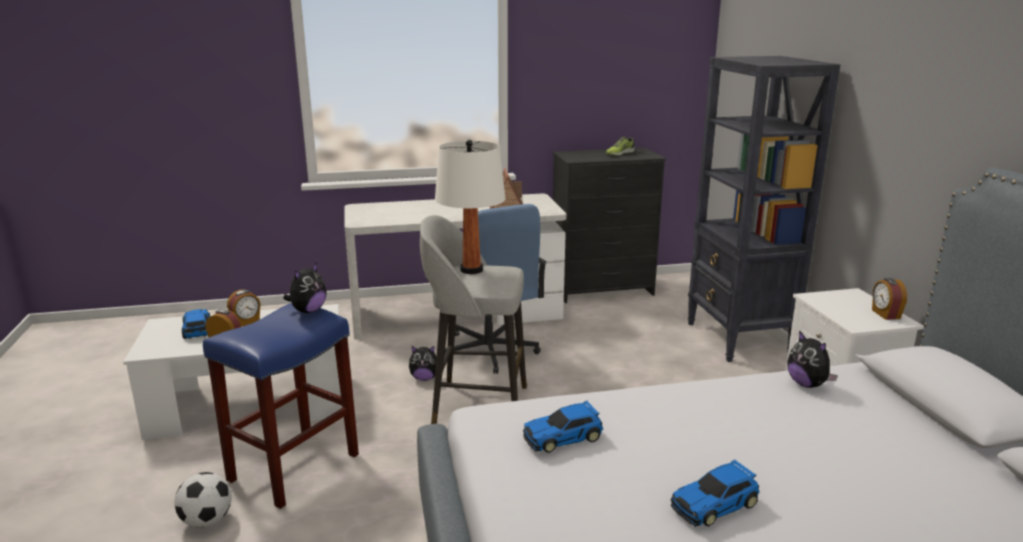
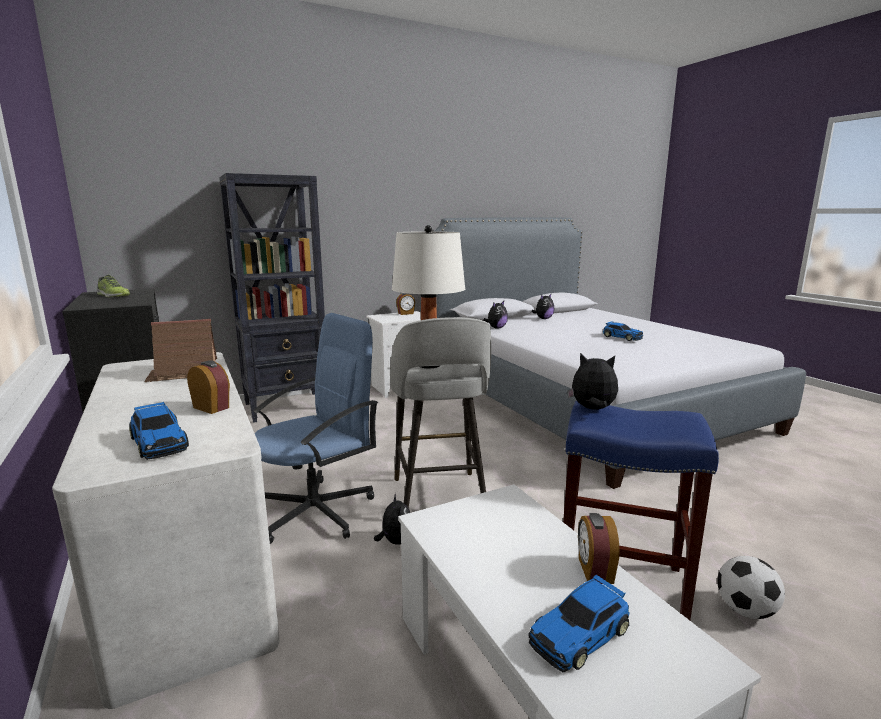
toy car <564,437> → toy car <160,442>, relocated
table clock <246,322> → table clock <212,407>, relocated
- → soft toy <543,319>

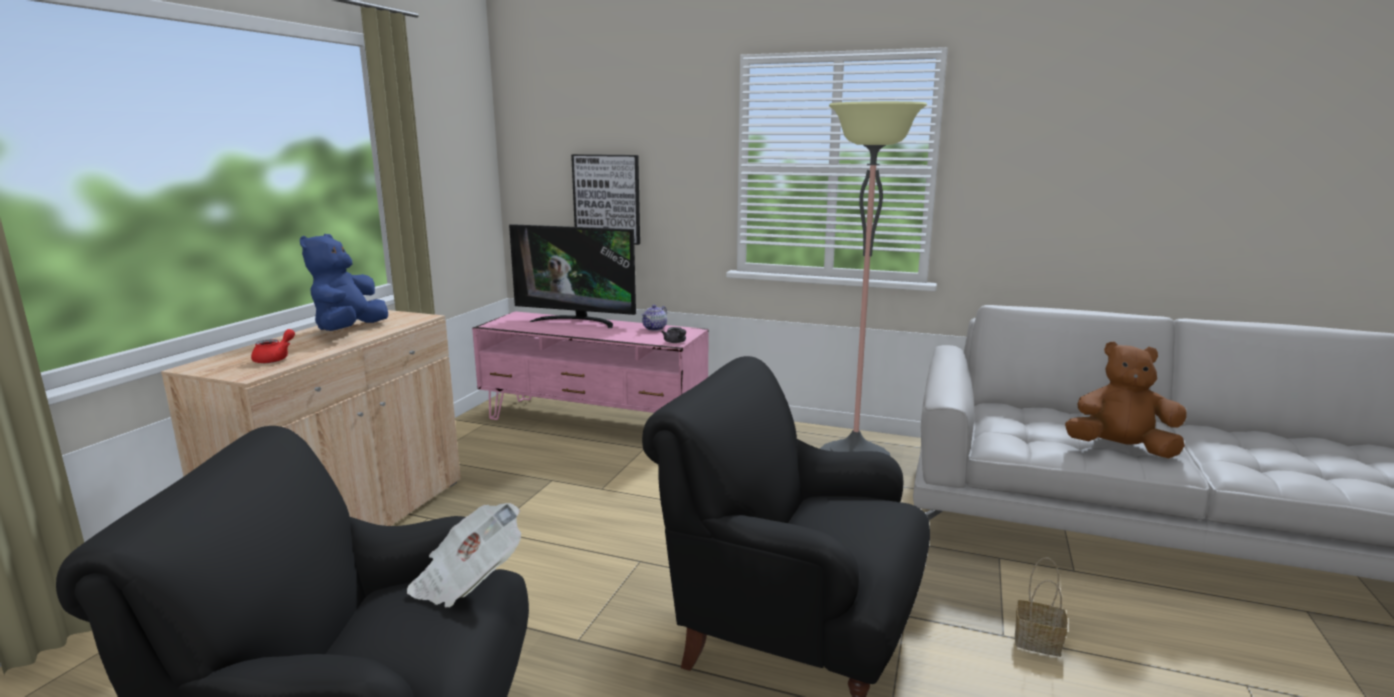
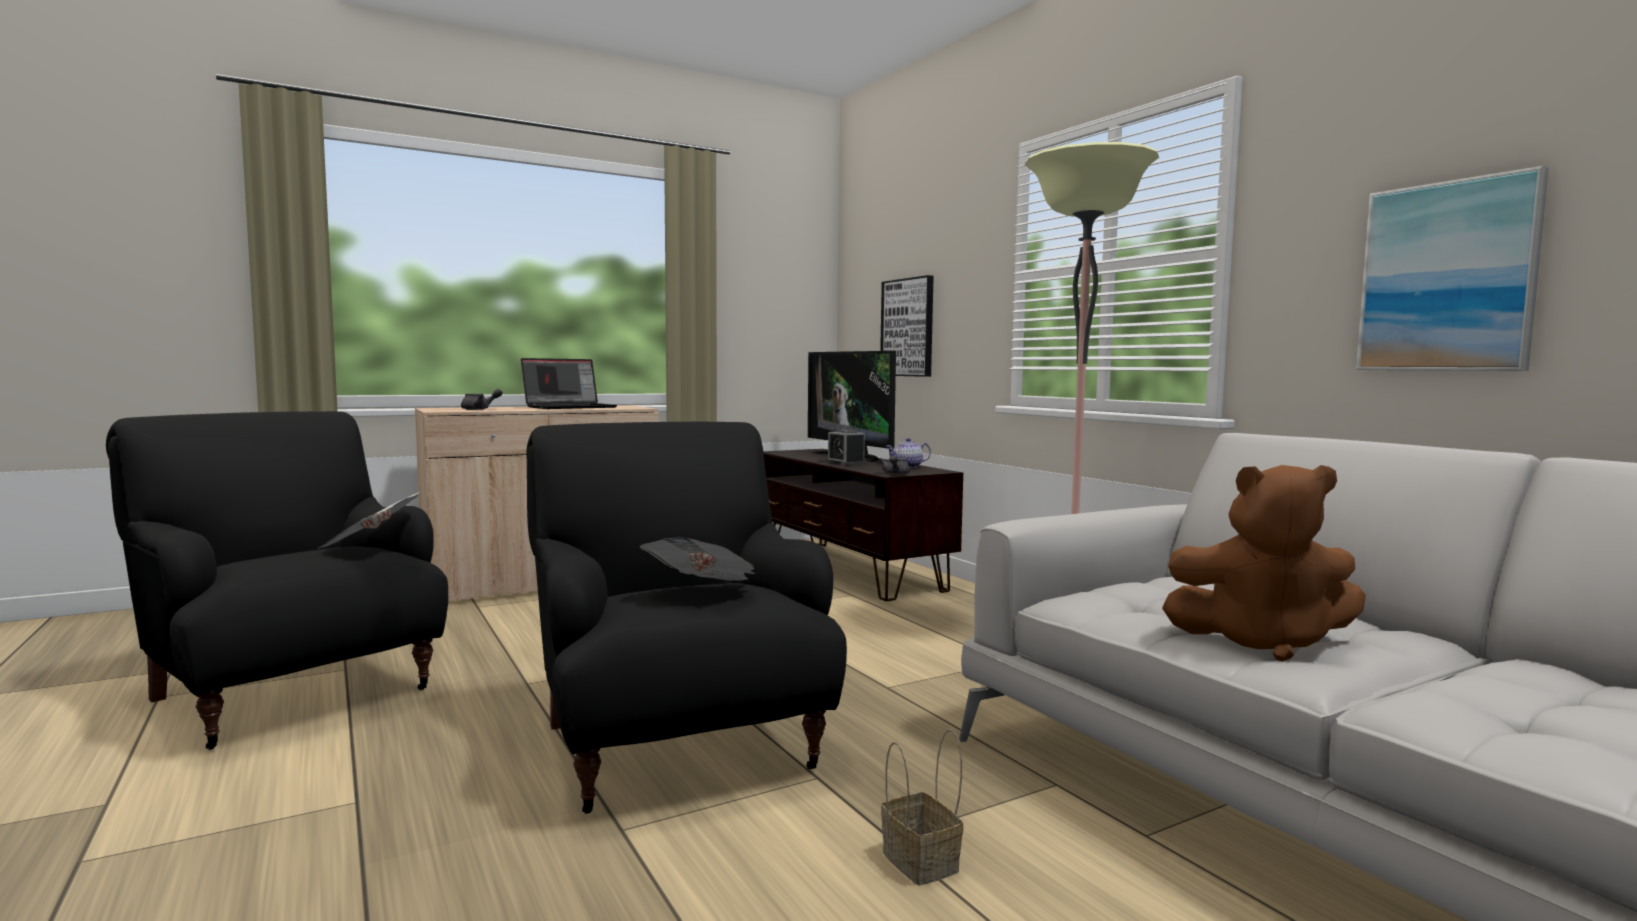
reddish teapot <275,359> → greyish teapot <480,409>
blue-coloured soft toy <349,330> → notebook computer <570,407>
- → newspaper <703,592>
pinkish tv stand <594,421> → brownish tv stand <848,569>
- → table clock <845,463>
brownish soft toy <1120,449> → brownish soft toy <1261,643>, 135 degrees clockwise
- → wall art <1447,277>

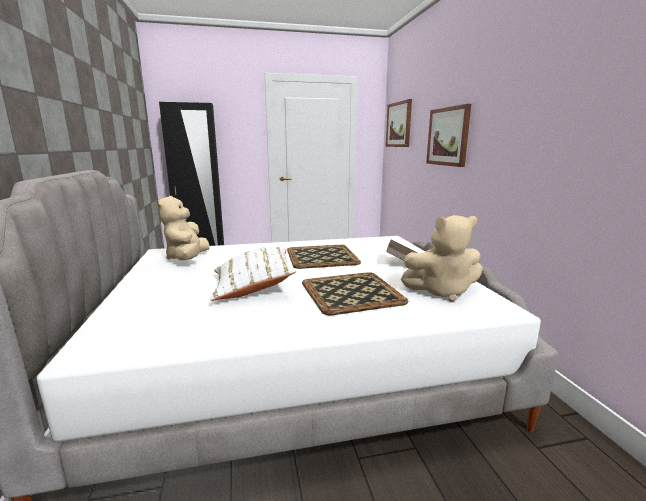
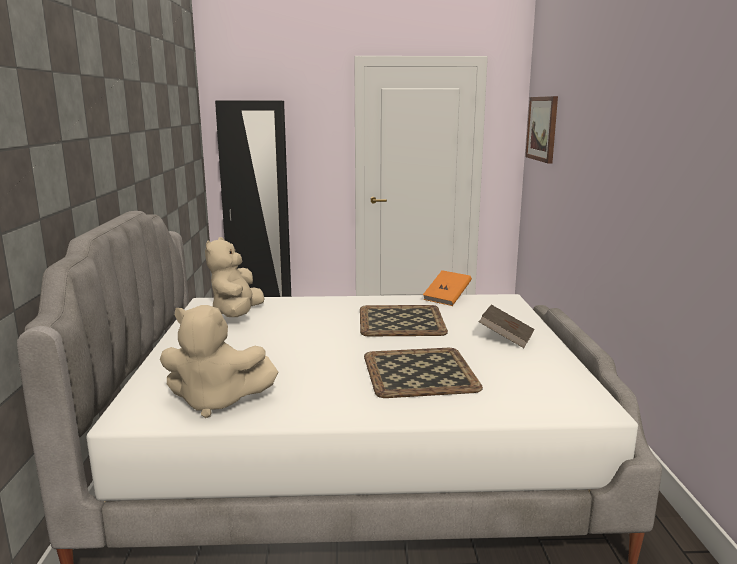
sand-coloured soft toy <441,291> → sand-coloured soft toy <216,402>, relocated
- → orange-coloured bound book <447,298>
white-coloured pillow <253,287> → -
wall art <448,136> → -

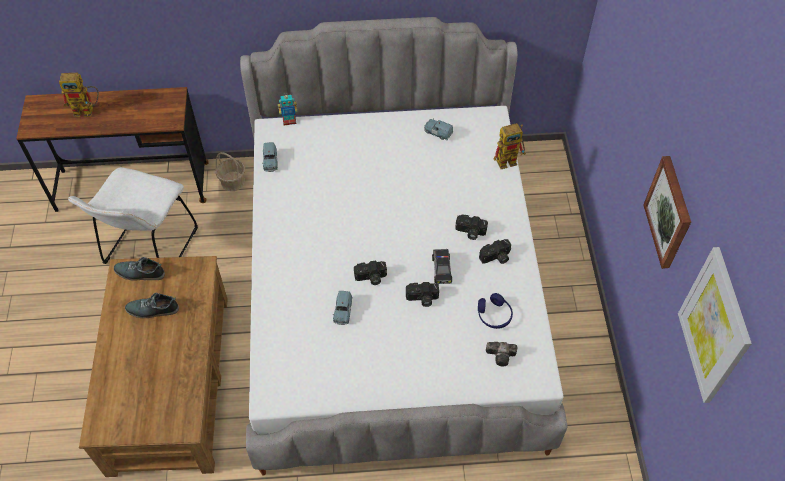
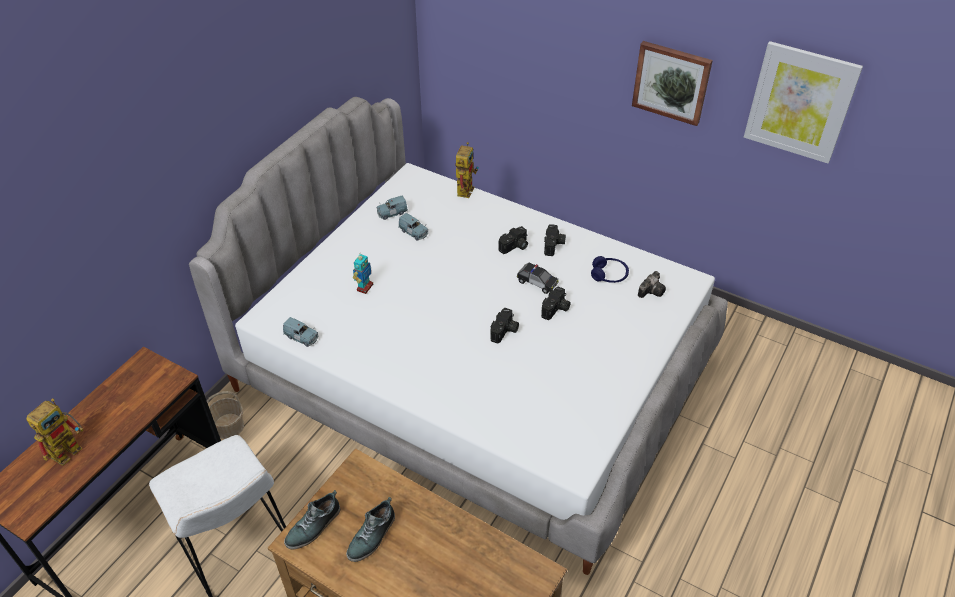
toy robot <289,121> → toy robot <364,287>, relocated
blue-coloured toy car <342,312> → blue-coloured toy car <414,232>, relocated

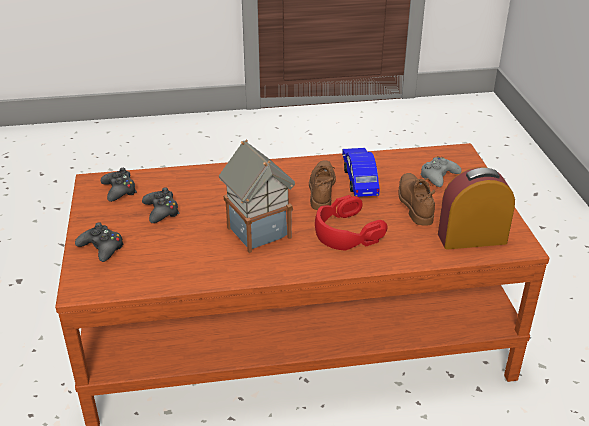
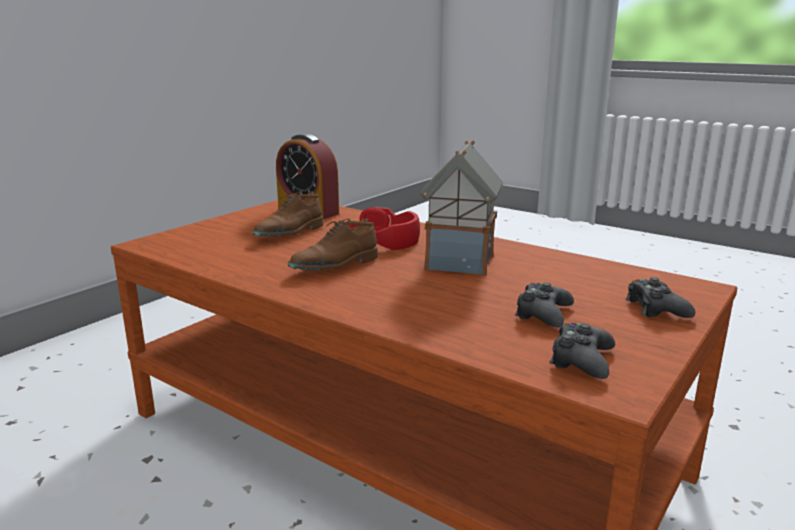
blue-coloured toy car <359,178> → -
greyish gamepad <438,176> → -

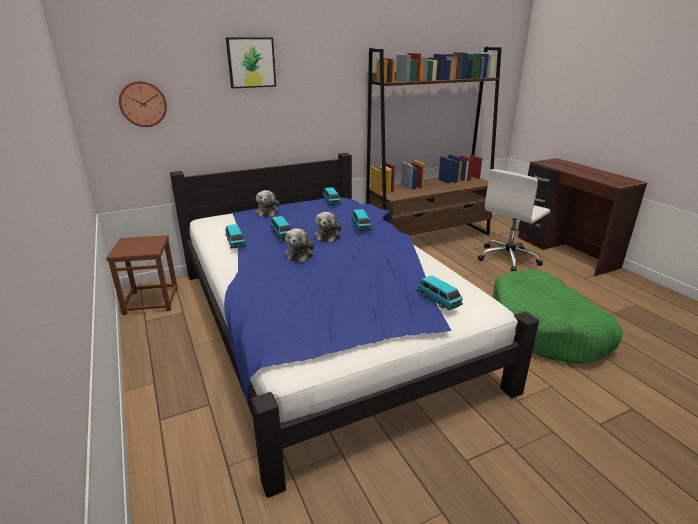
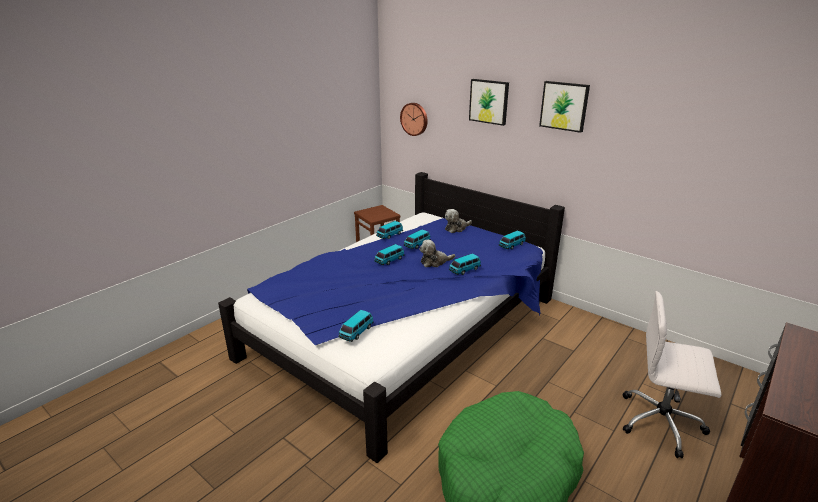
soft toy <300,254> → toy car <389,260>
- → wall art <564,106>
brownish bookshelf <428,238> → -

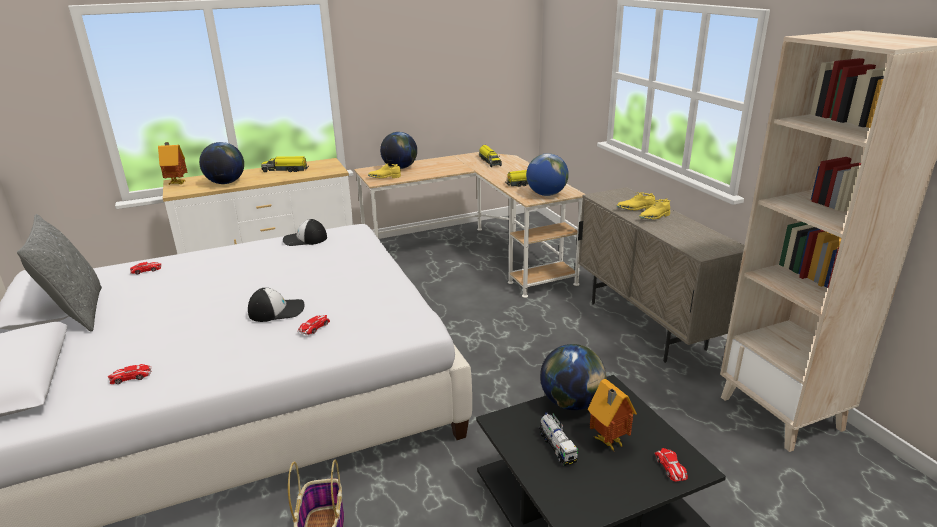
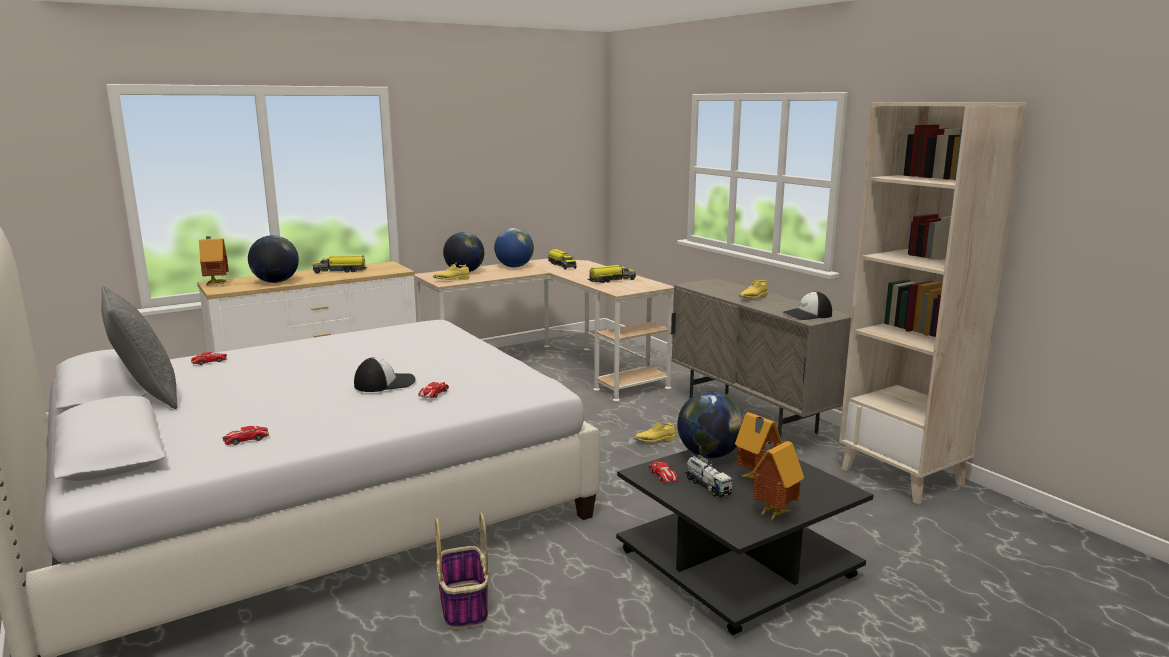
world globe <546,194> → world globe <514,267>, relocated
yellow-coloured shoe <635,209> → yellow-coloured shoe <654,440>, relocated
toy car <671,467> → toy car <663,475>, relocated
- → model house <772,513>
peaked cap <305,239> → peaked cap <807,315>, relocated

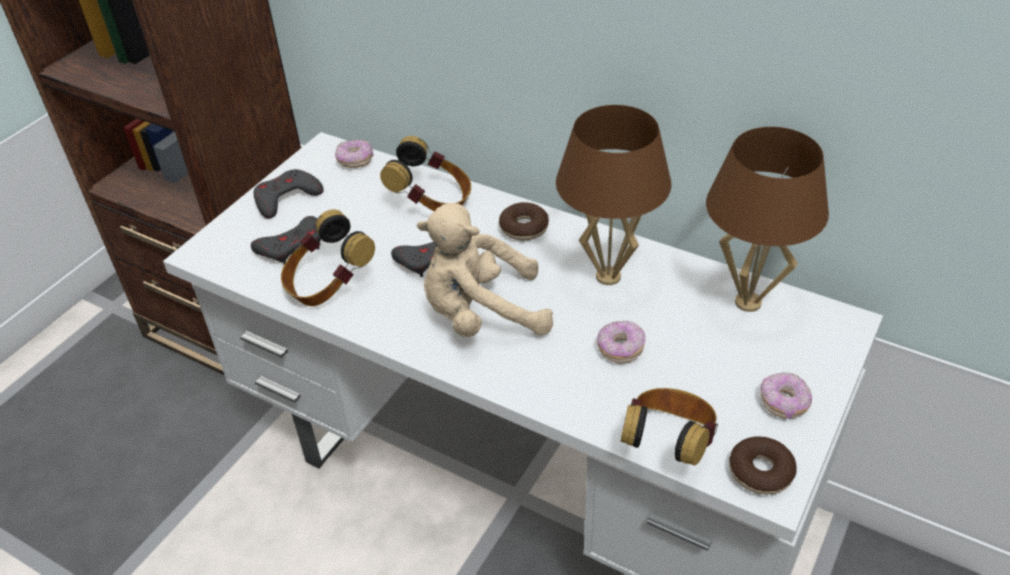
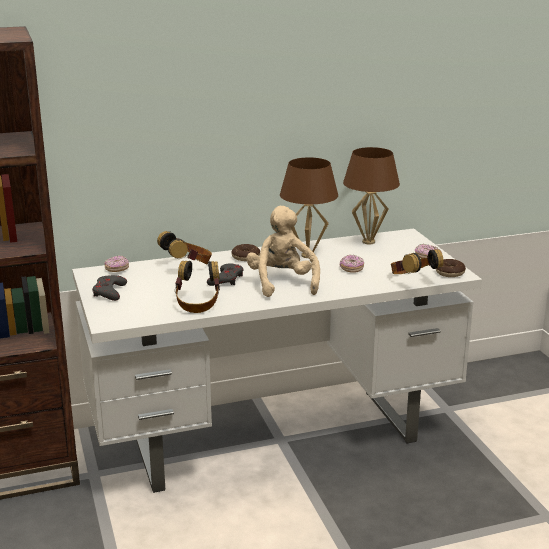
sand-coloured soft toy <481,314> → sand-coloured soft toy <282,283>, 135 degrees clockwise
greyish gamepad <292,246> → -

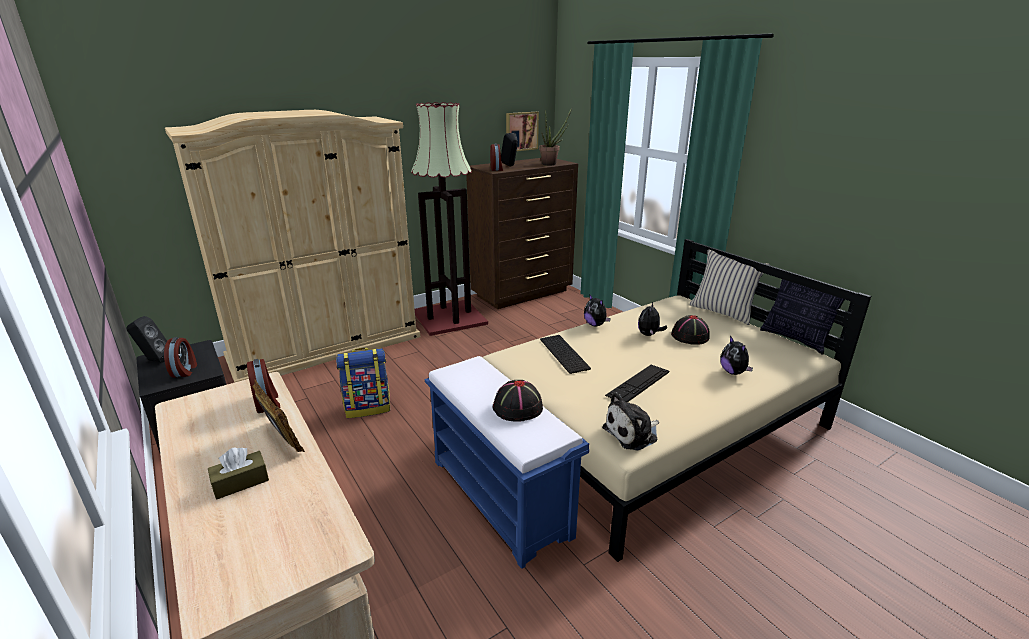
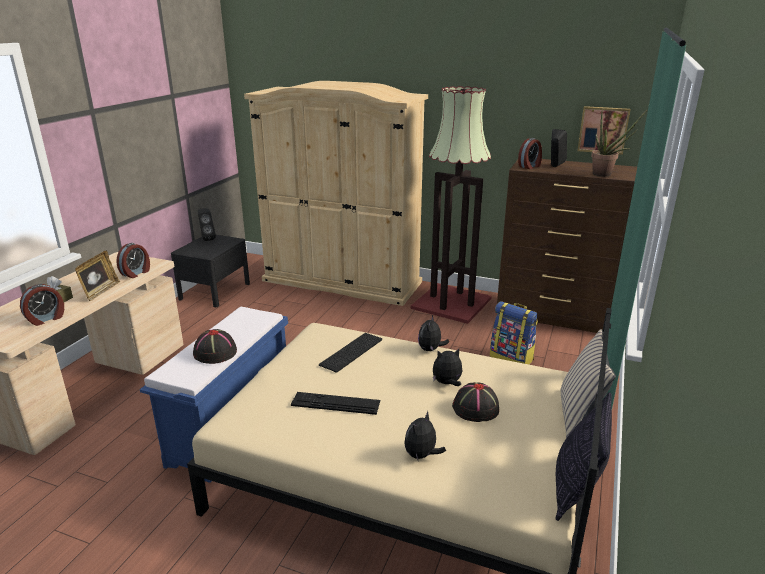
table clock <185,370> → table clock <46,319>, relocated
backpack <368,407> → backpack <512,358>, relocated
soft toy <633,433> → -

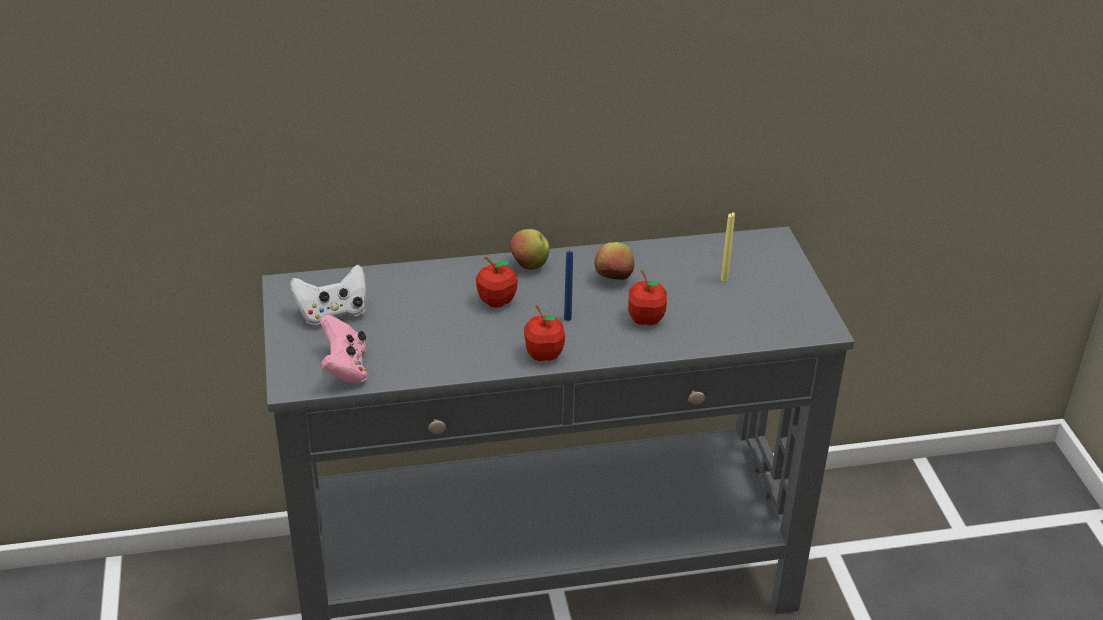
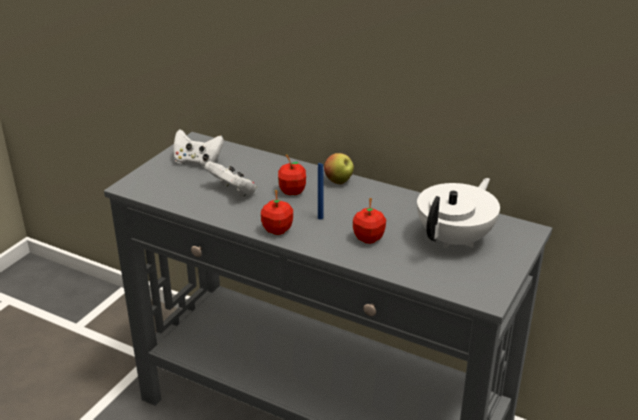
- → white-coloured gamepad <233,192>
yellow-coloured candle <724,279> → white-coloured teapot <455,239>
pinkish gamepad <345,368> → -
apple fruit <613,279> → -

